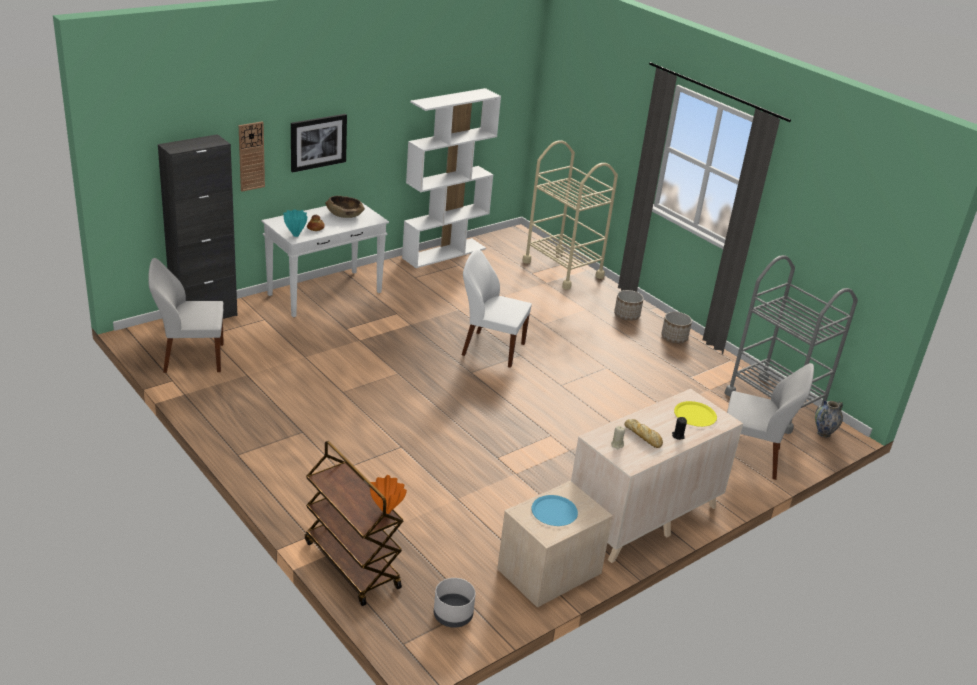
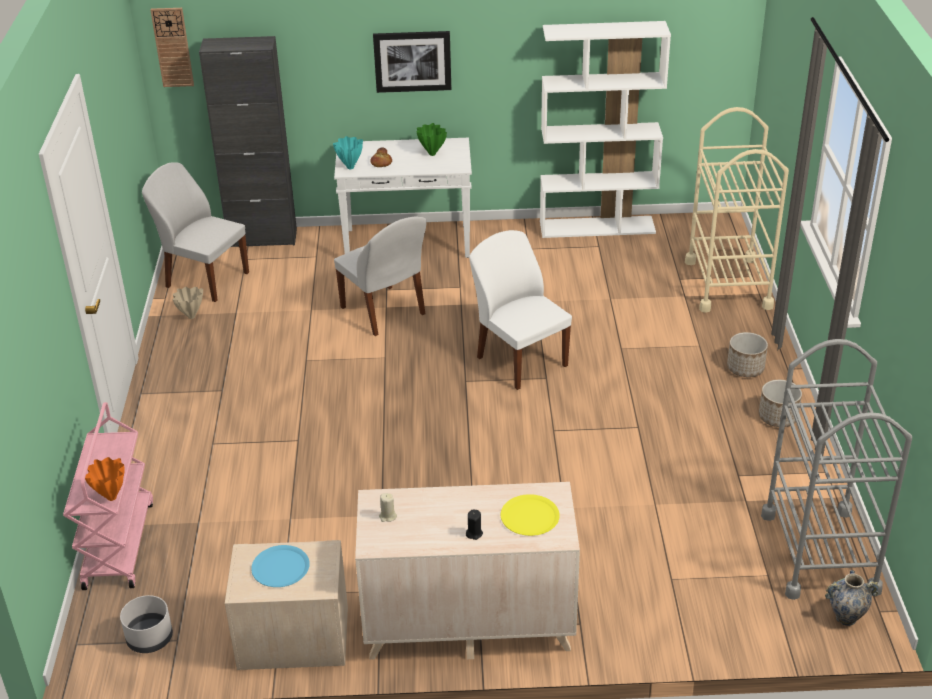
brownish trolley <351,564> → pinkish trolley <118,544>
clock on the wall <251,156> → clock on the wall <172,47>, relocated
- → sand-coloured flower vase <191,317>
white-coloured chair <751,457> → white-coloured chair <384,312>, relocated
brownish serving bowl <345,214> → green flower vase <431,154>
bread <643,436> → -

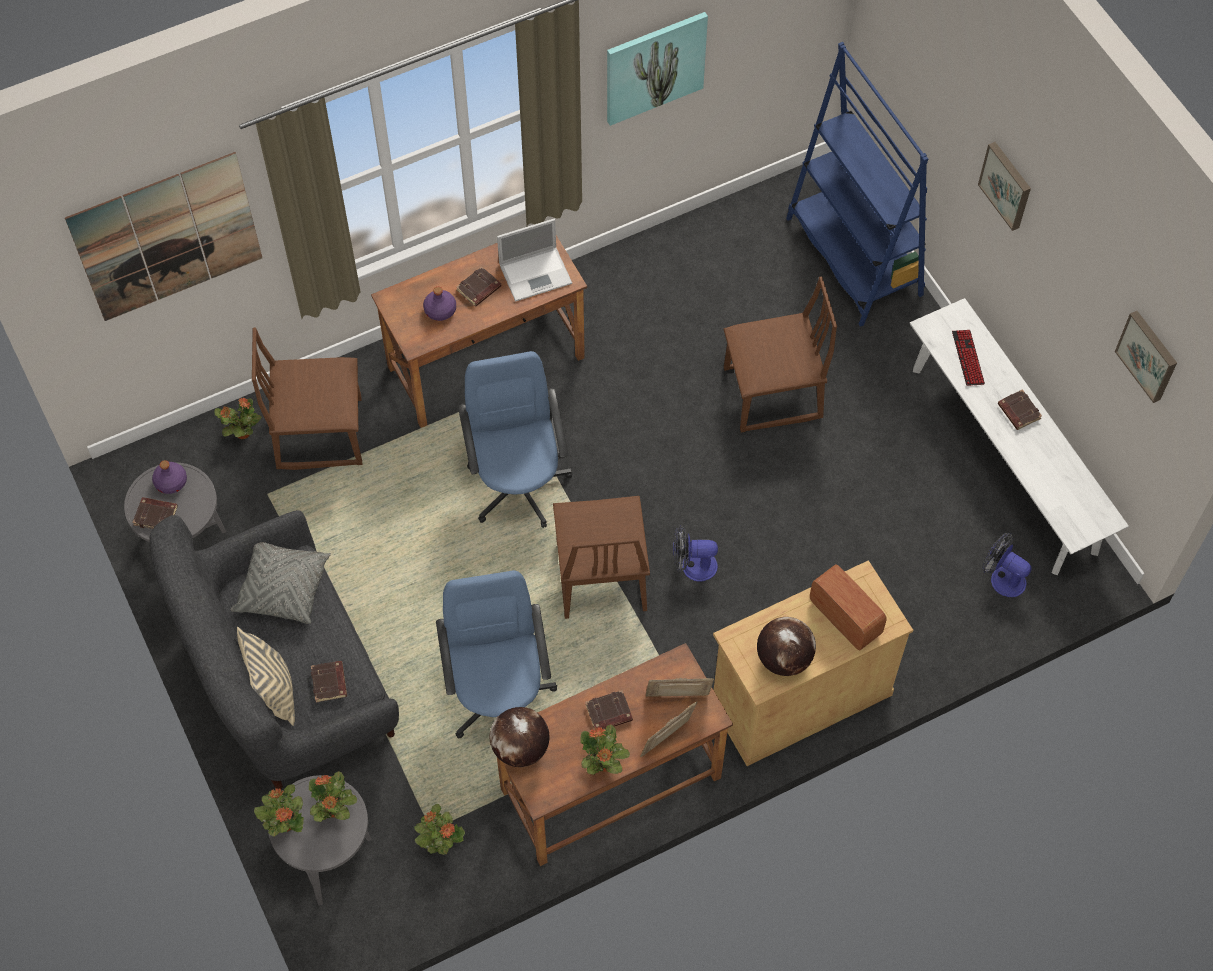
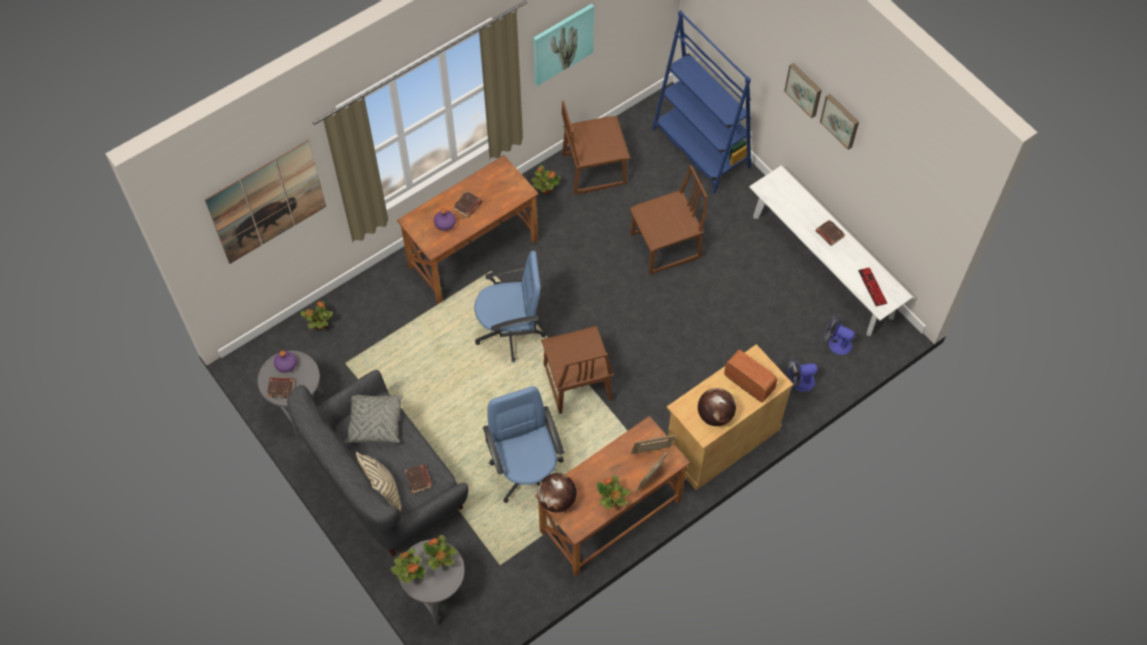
blue-coloured office chair <518,484> → blue-coloured office chair <511,330>, 105 degrees clockwise
houseplant <441,842> → houseplant <545,189>, relocated
brownish chair <319,432> → brownish chair <594,169>, relocated
cooling fan <692,566> → cooling fan <798,382>, relocated
wall art <1148,355> → wall art <841,120>, relocated
computer keyboard <968,358> → computer keyboard <872,287>, relocated
notebook computer <536,273> → -
brownish bound book <608,713> → -

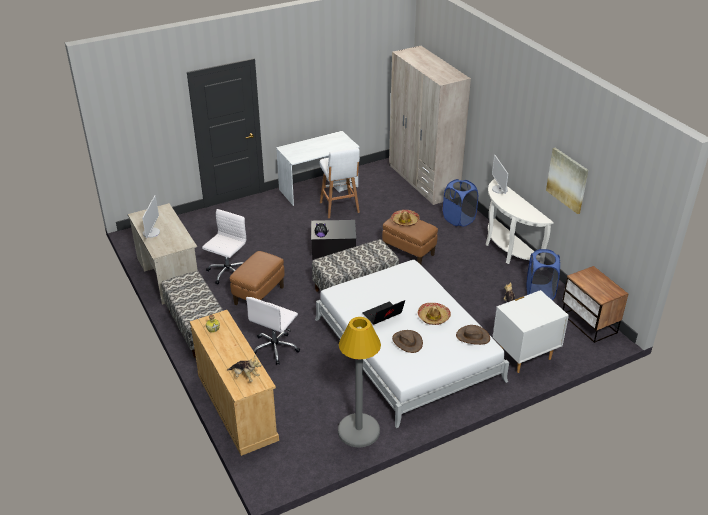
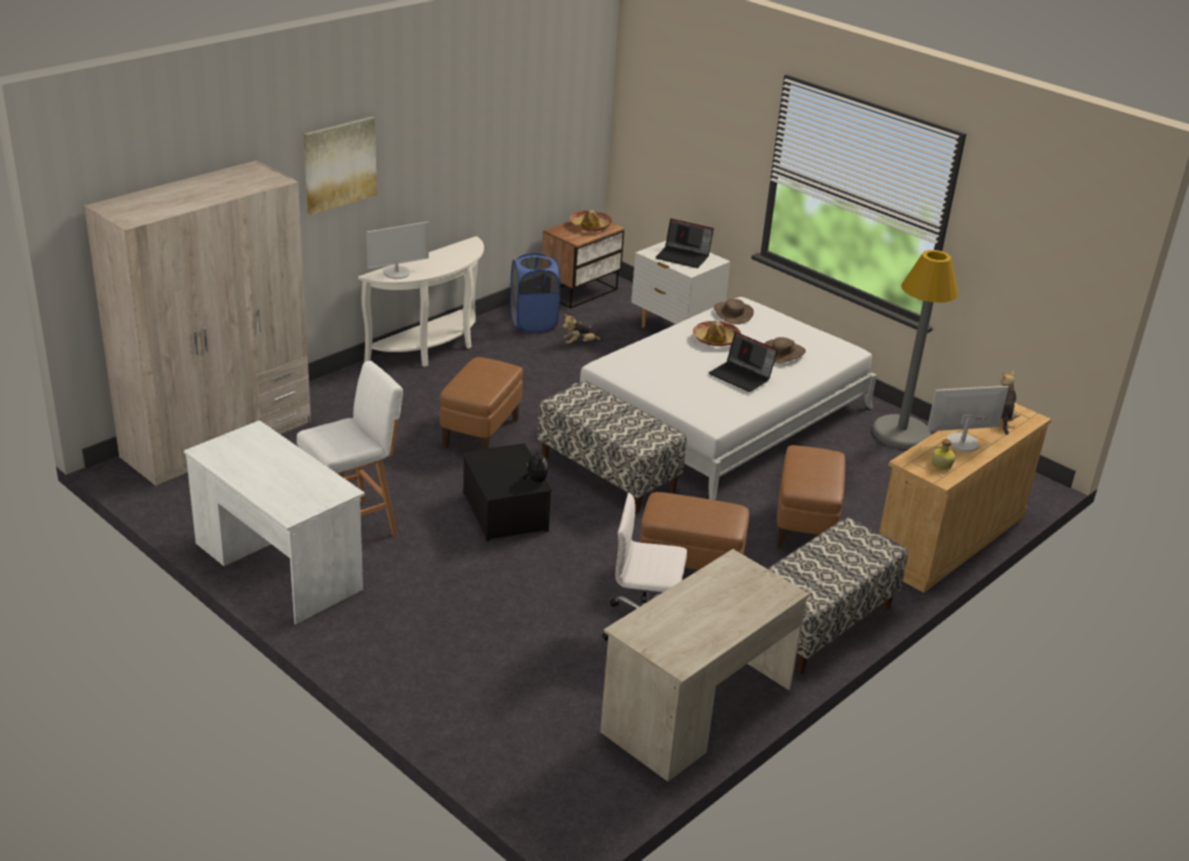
wall art <567,180> → wall art <339,164>, relocated
wearable hat <405,221> → wearable hat <590,226>, relocated
- → notebook computer <684,257>
white-coloured office chair <275,348> → brownish pouffe <804,527>
computer screen <151,232> → computer screen <961,442>, relocated
blue-coloured laundry basket <459,219> → -

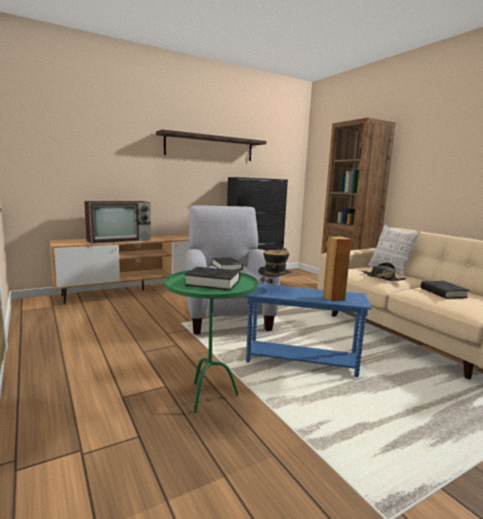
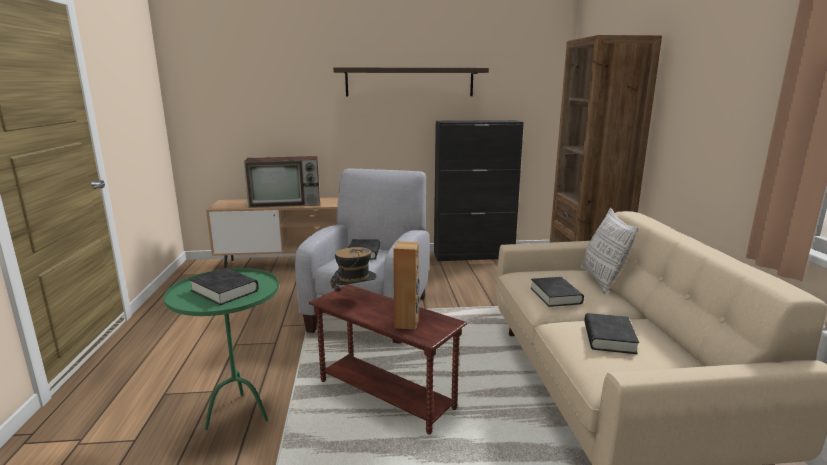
blue-coloured end table <301,362> → brownish end table <385,395>
black-coloured wearable hat <382,278> → black-coloured bound book <555,296>

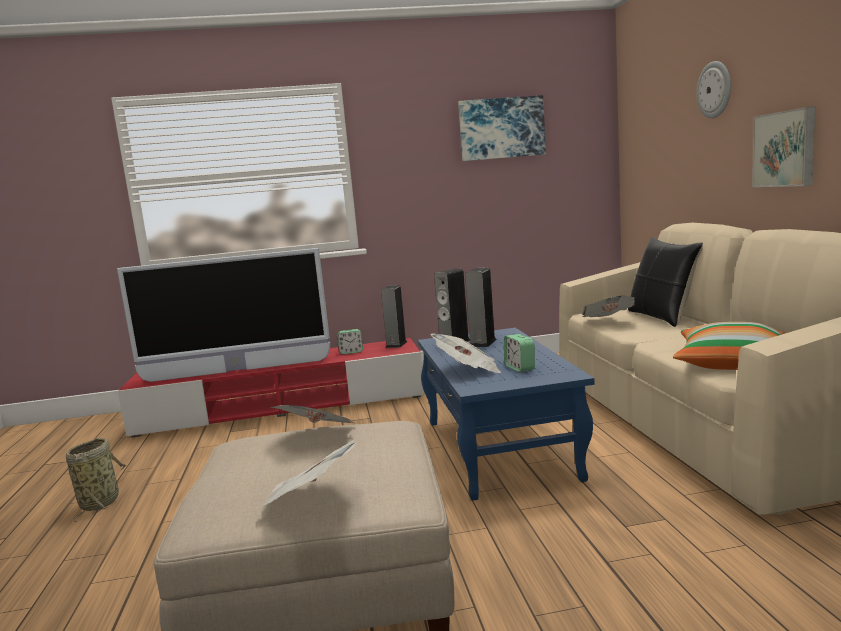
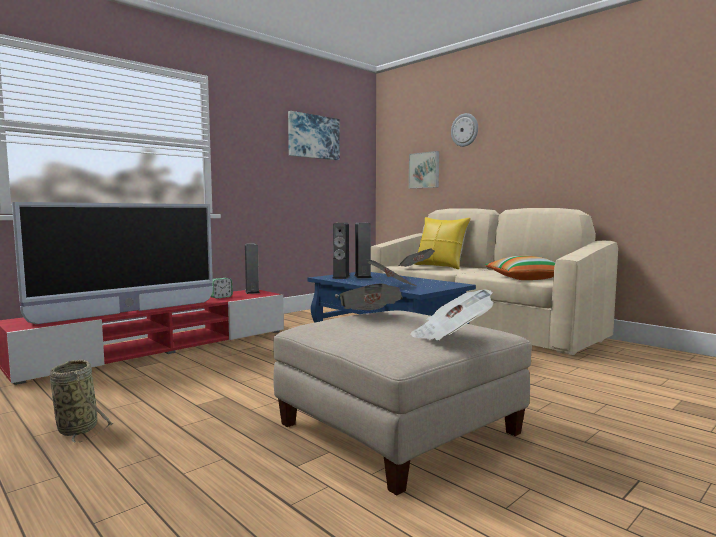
wall art <785,149> → wall art <424,170>, relocated
black-coloured pillow <662,317> → yellow-coloured pillow <440,266>
table clock <520,368> → -

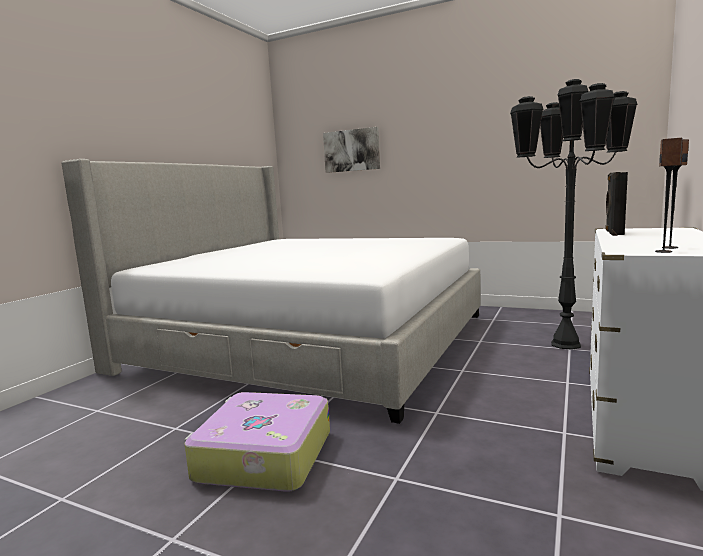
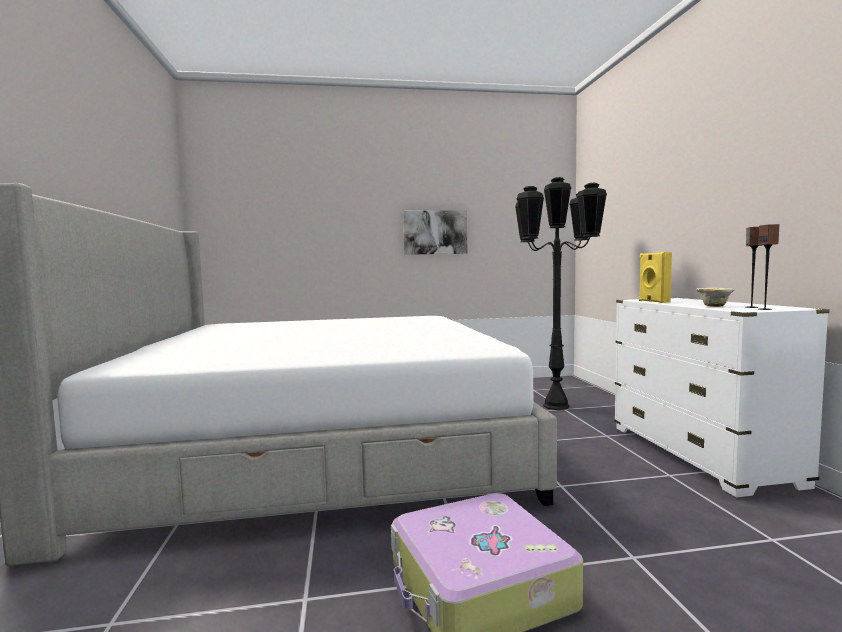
wall art <351,150> → wall art <435,232>, relocated
black-coloured loudspeaker <613,233> → yellow-coloured loudspeaker <653,301>
- → serving bowl <714,306>

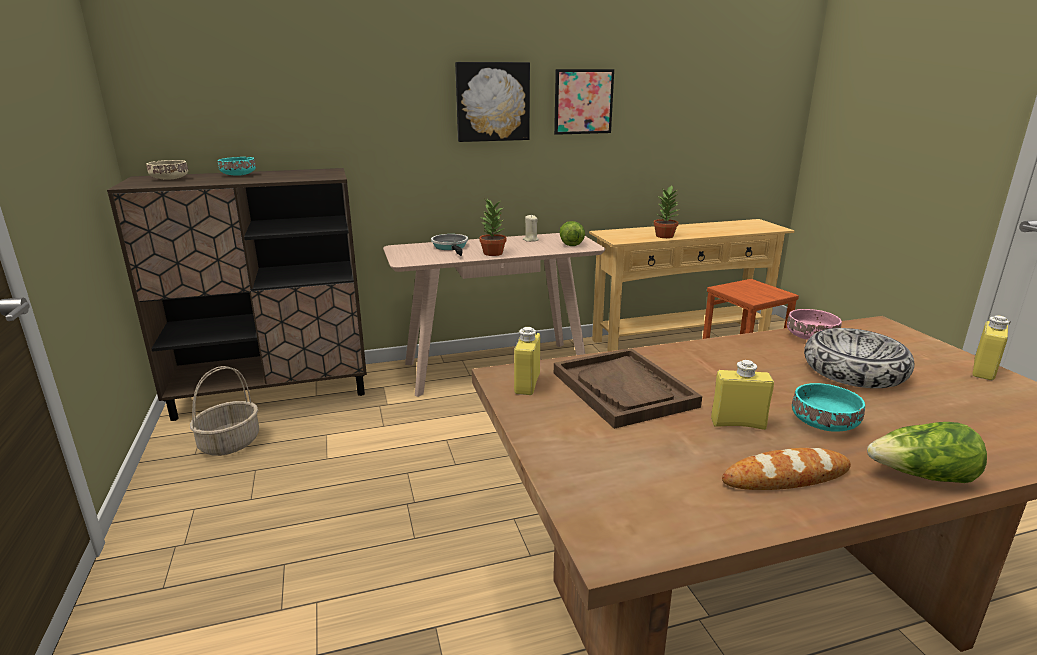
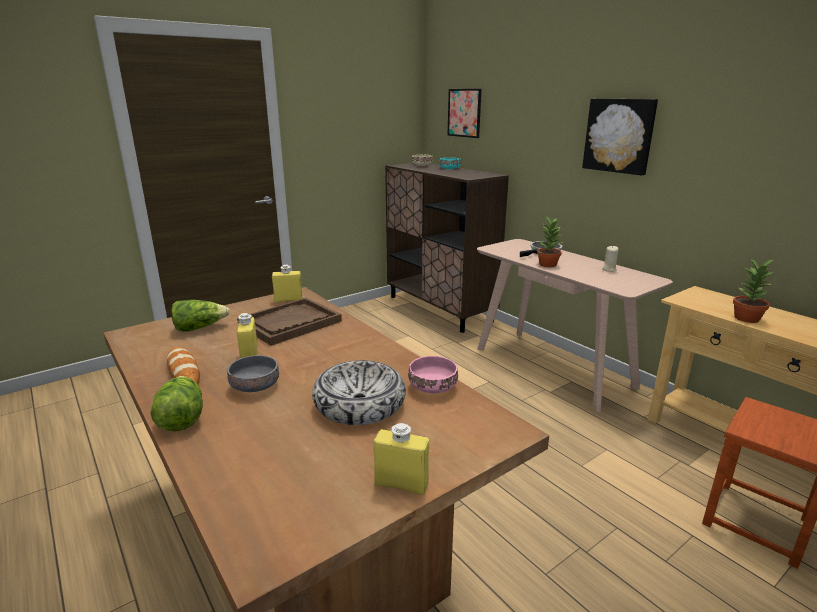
lettuce head <570,243> → lettuce head <200,328>, relocated
turquoise serving bowl <823,422> → greyish serving bowl <256,385>
wall art <583,102> → wall art <464,113>, relocated
household basket <230,443> → -

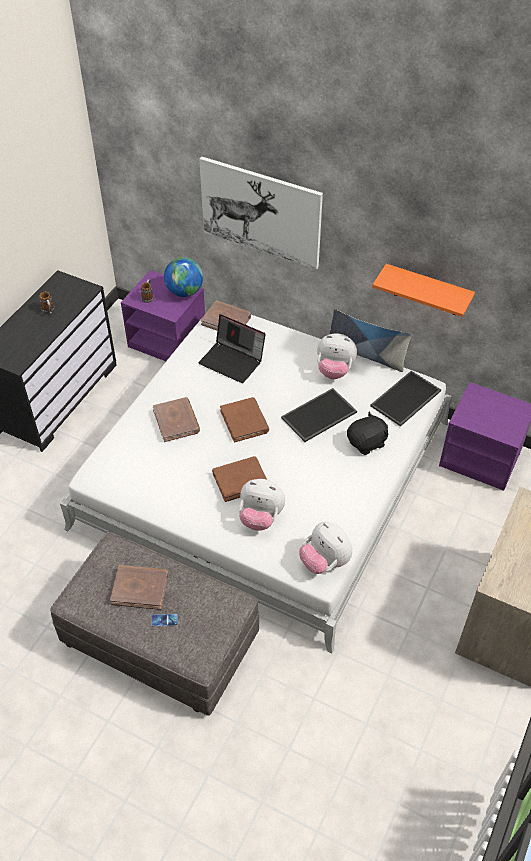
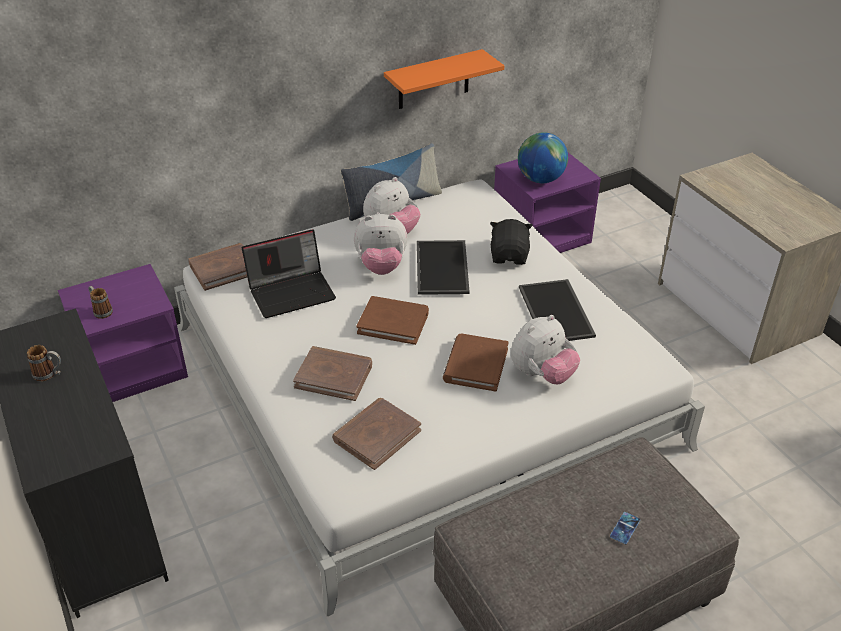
brownish bound book <140,588> → brownish bound book <376,435>, relocated
soft toy <325,561> → soft toy <381,266>, relocated
world globe <184,292> → world globe <540,179>, relocated
tray <406,399> → tray <557,312>, relocated
wall art <261,212> → -

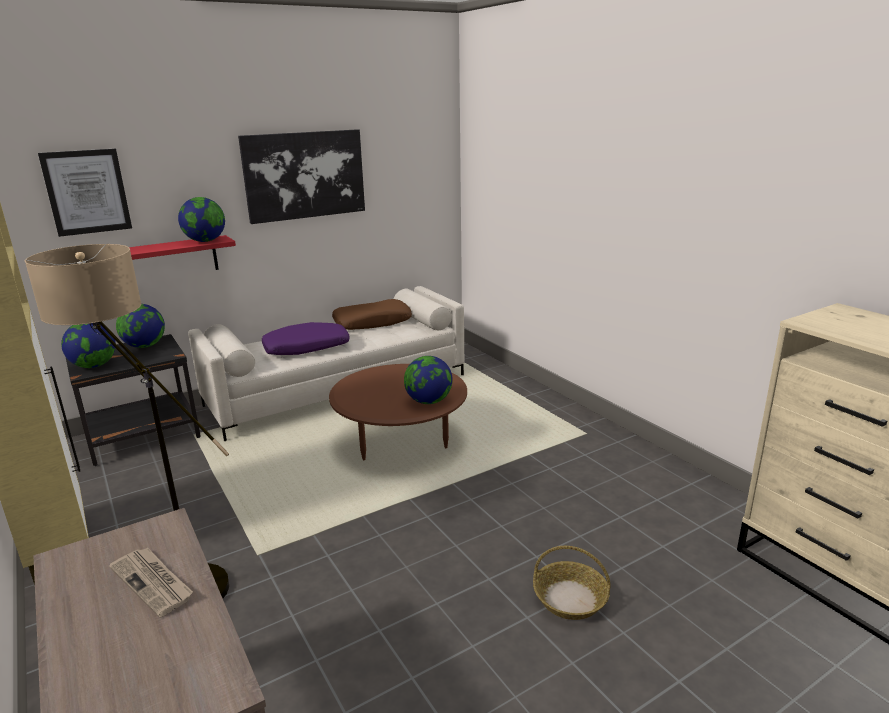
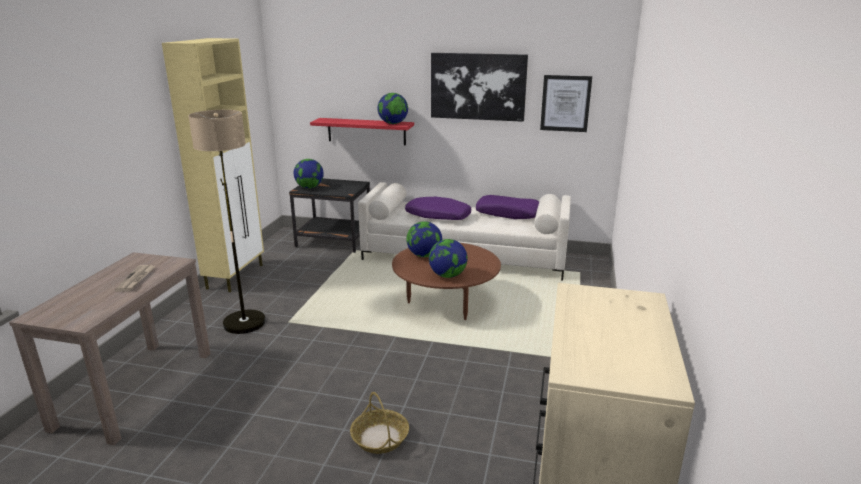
world globe <145,346> → world globe <424,255>, relocated
brownish pillow <372,322> → purple pillow <508,213>
wall art <87,192> → wall art <565,103>, relocated

